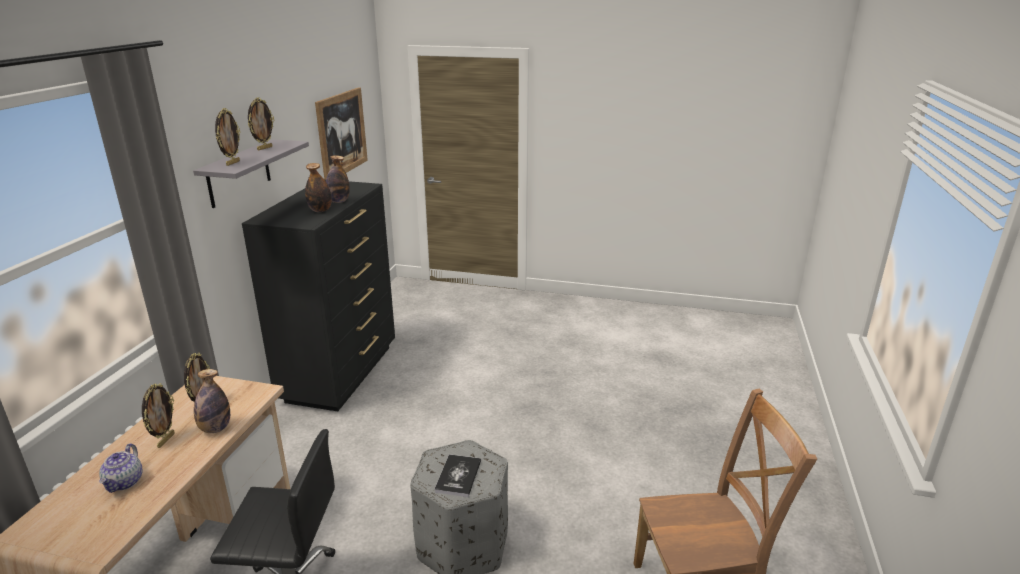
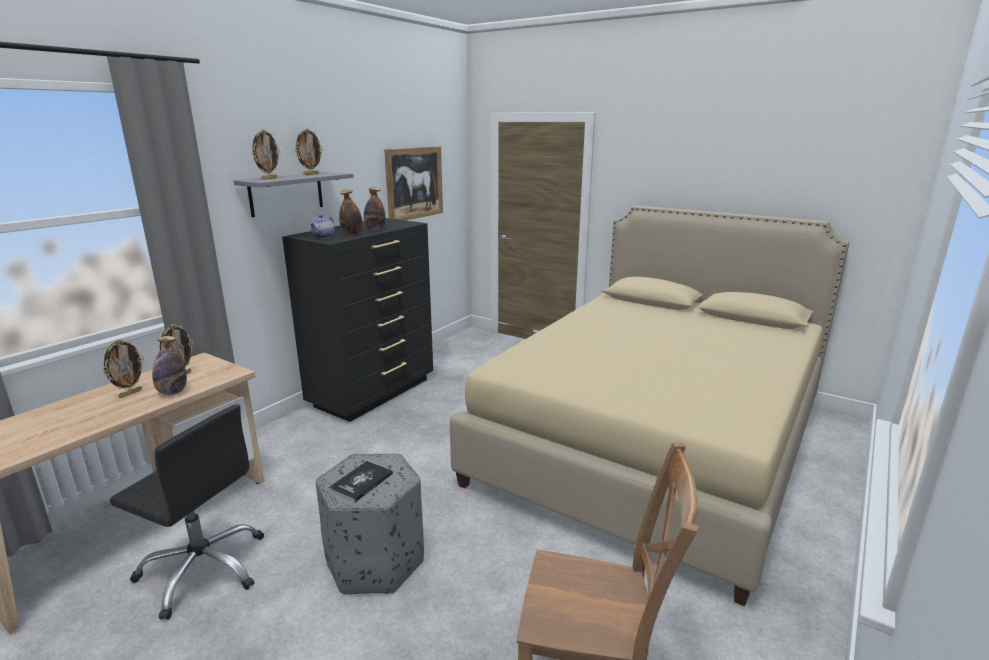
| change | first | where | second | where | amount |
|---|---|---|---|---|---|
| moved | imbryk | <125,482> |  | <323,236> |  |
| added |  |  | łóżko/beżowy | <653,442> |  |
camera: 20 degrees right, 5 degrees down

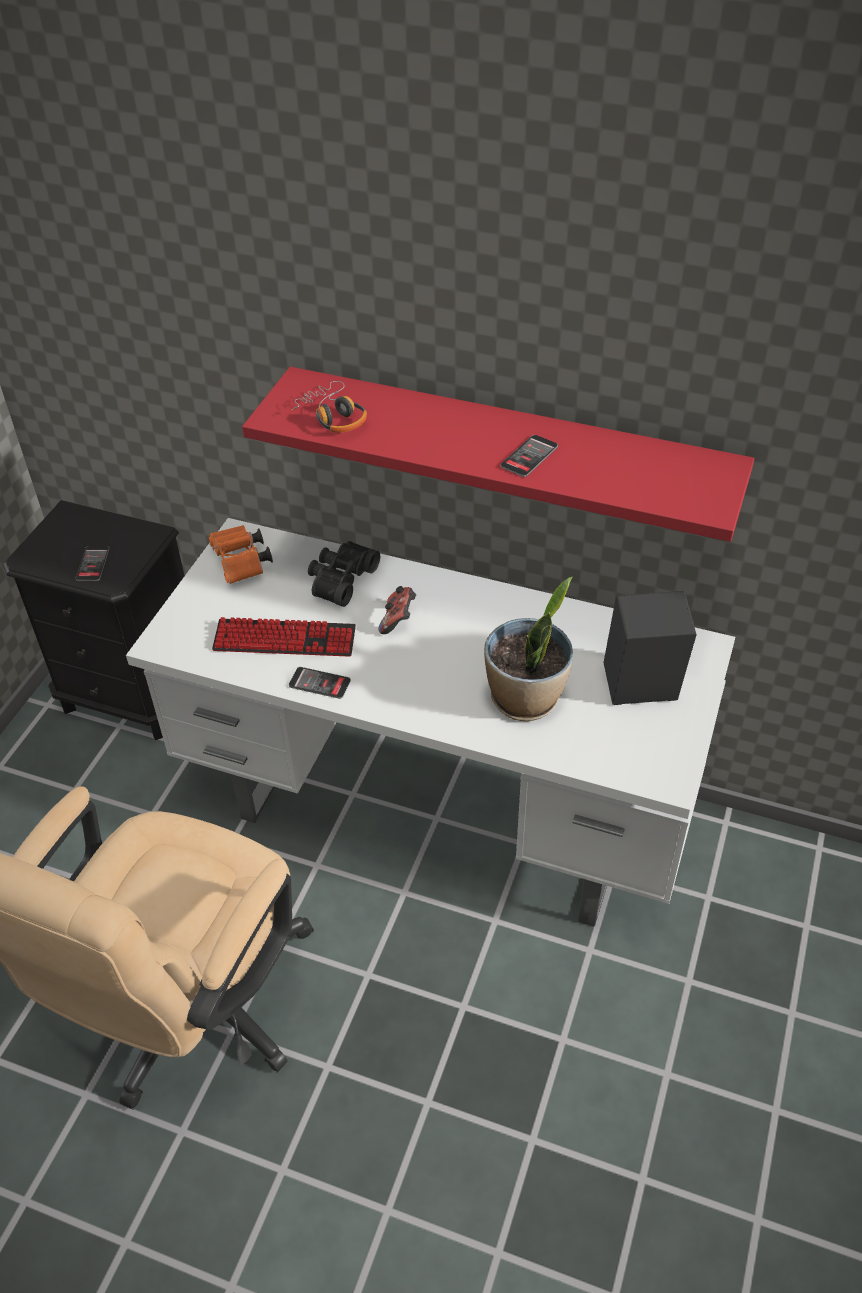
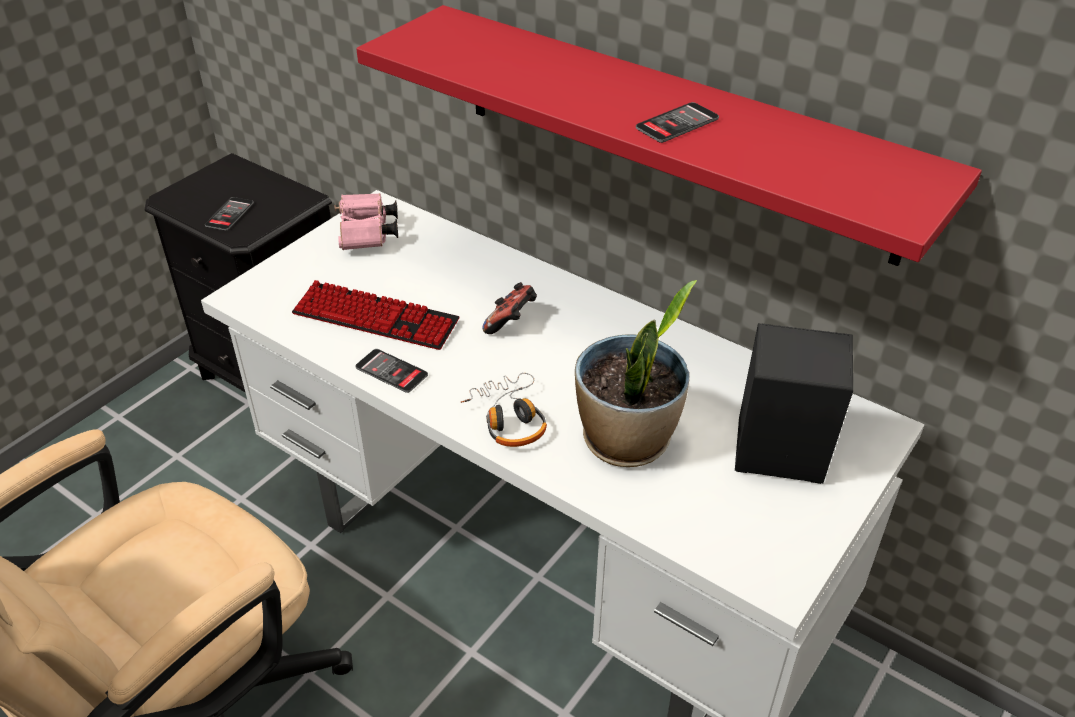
| change | first | where | second | where | amount |
|---|---|---|---|---|---|
| recoloured | lornetka/pomarańczowy | <241,564> | lornetka/różowy | <367,235> |  |
| moved | słuchawki | <333,416> |  | <509,419> |  |
| removed | lornetka/czarny | <340,579> |  |  |  |
camera: 15 degrees right, 5 degrees down

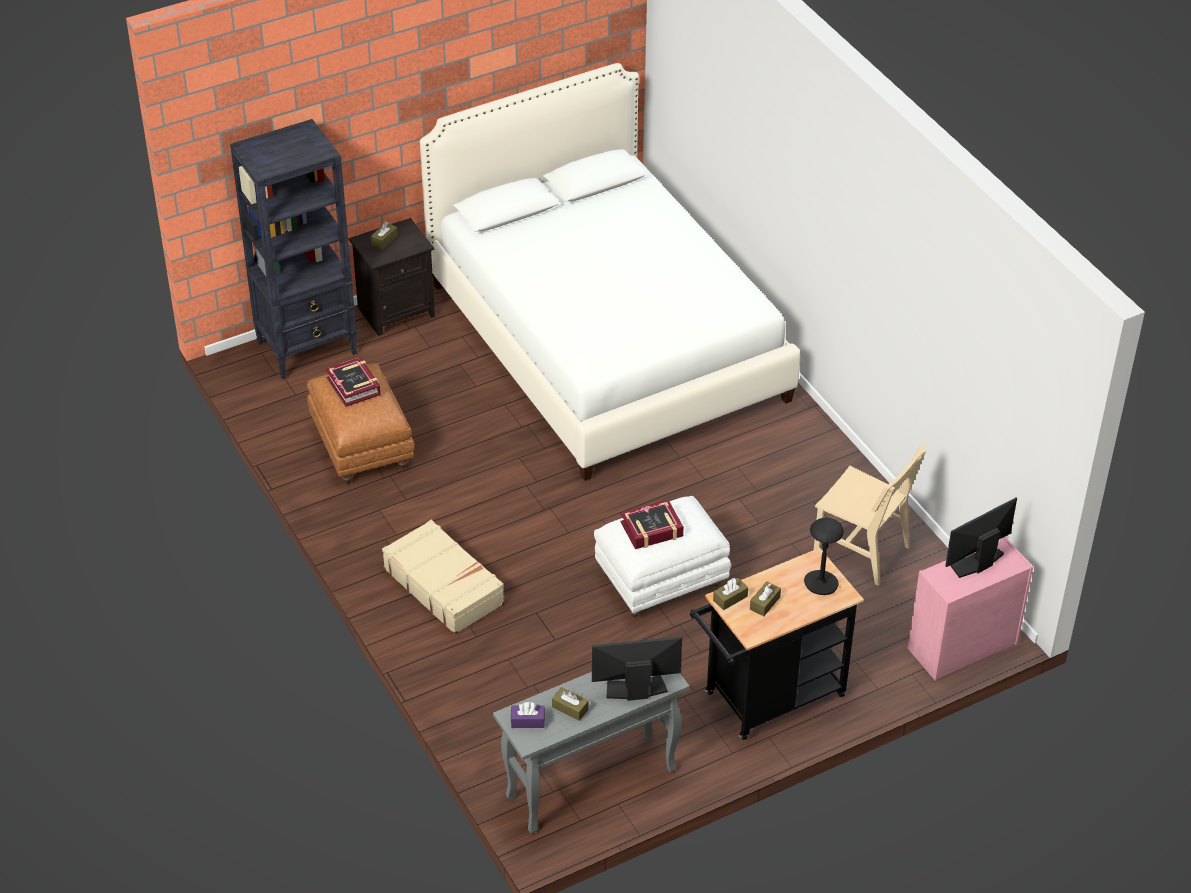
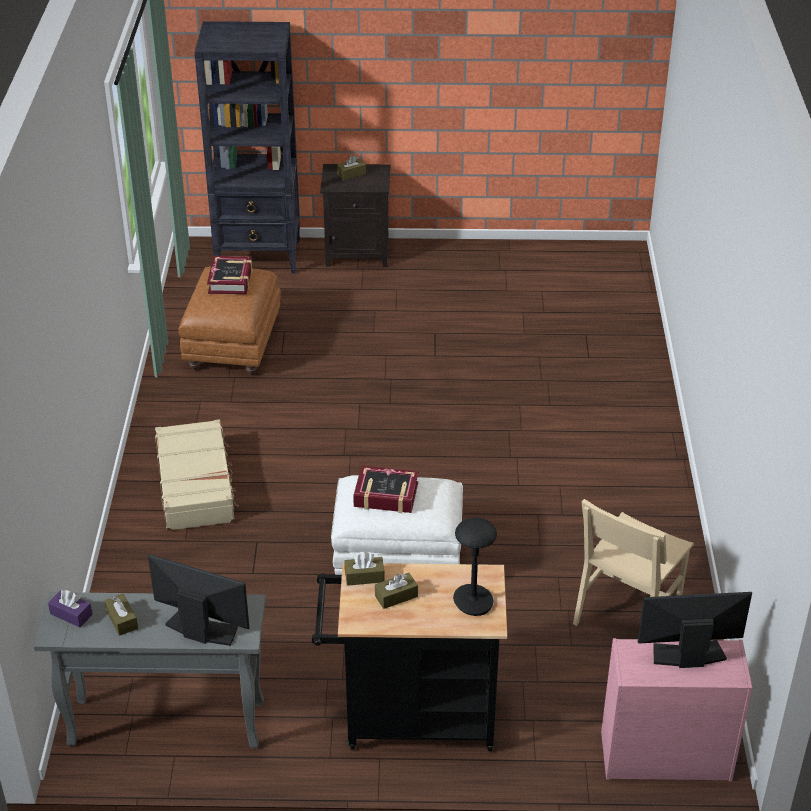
| change | first | where | second | where | amount |
|---|---|---|---|---|---|
| removed | łóżko/biały | <607,340> |  |  |  |
| turned | krzesło/beżowy | <861,550> |  | <627,613> | 60 degrees clockwise |
camera: 30 degrees right, 5 degrees down

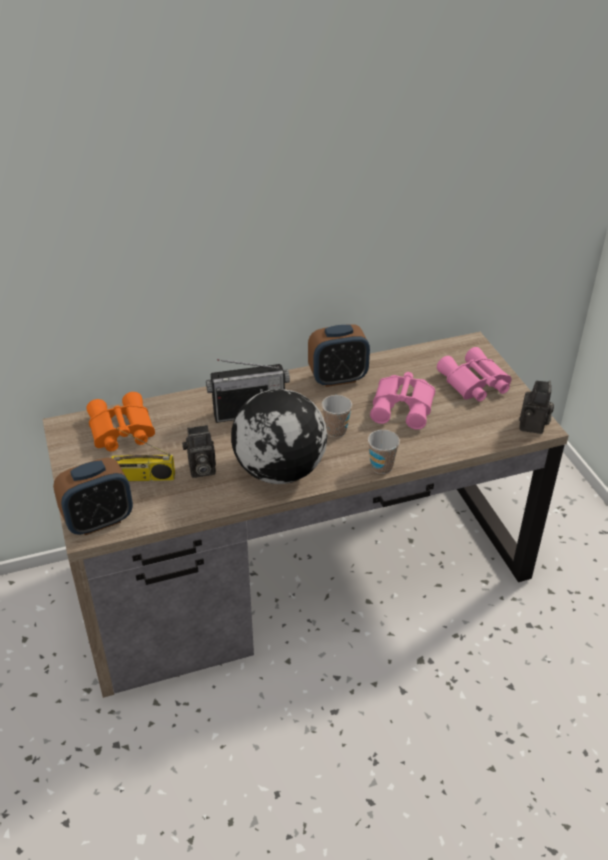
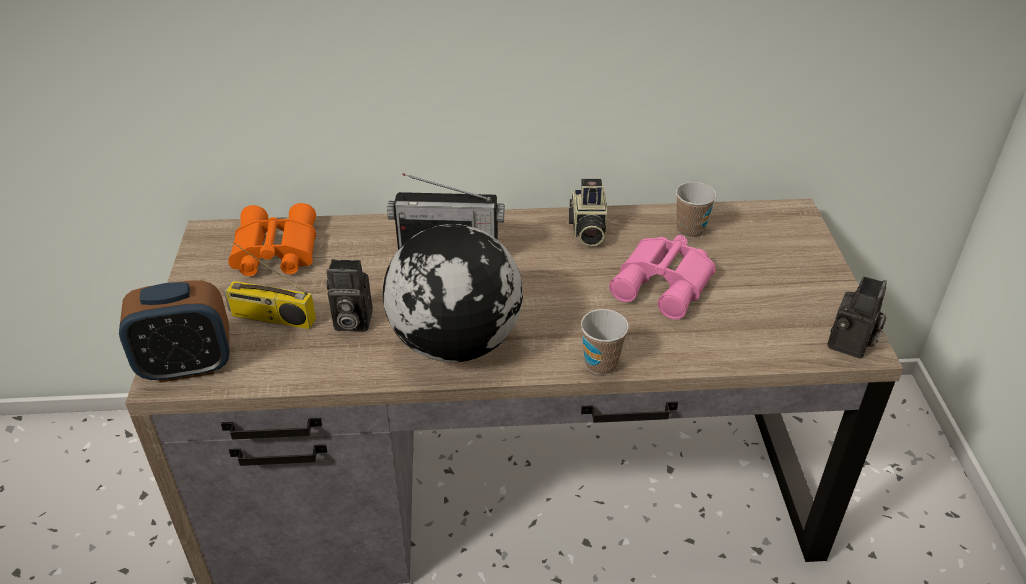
| change | first | where | second | where | amount |
|---|---|---|---|---|---|
| replaced | budzik | <338,378> | aparat fotograficzny | <587,230> |  |
| moved | filiżanka | <336,431> |  | <690,230> |  |
| removed | lornetka/różowy | <473,383> |  |  |  |
camera: 15 degrees right, 0 degrees up

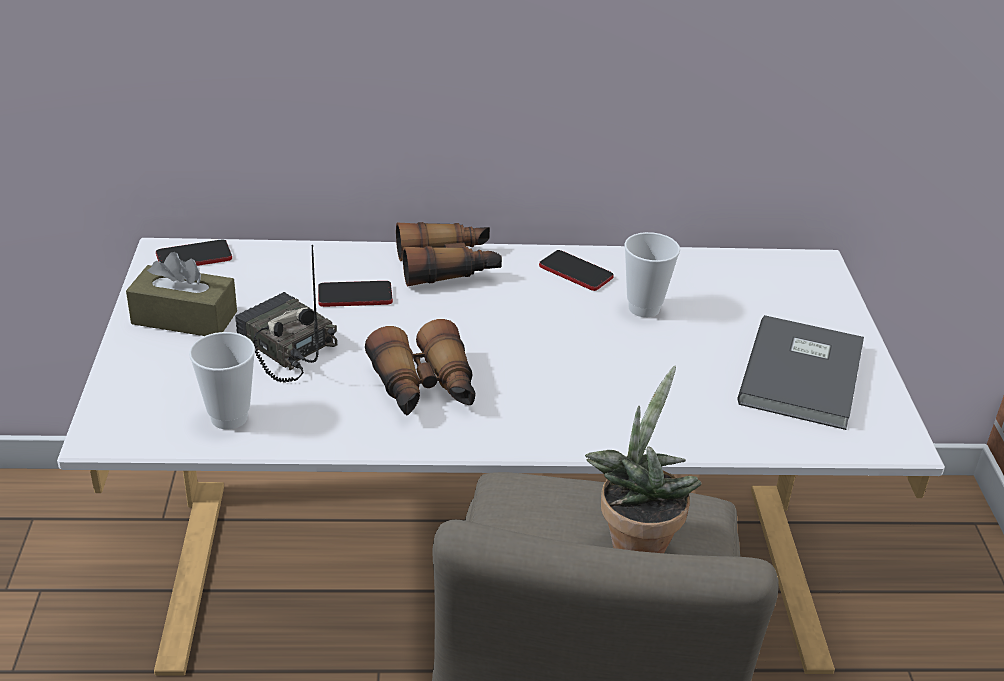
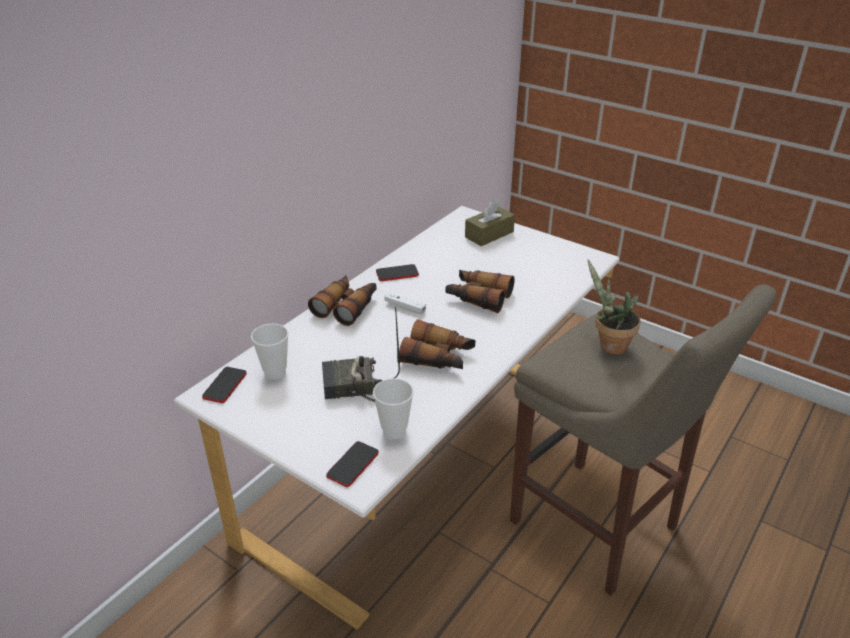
| change | first | where | second | where | amount |
|---|---|---|---|---|---|
| moved | pudełko chusteczek/brązowy | <184,318> |  | <489,234> |  |
| moved | telefon | <355,295> |  | <353,465> |  |
| moved | filiżanka | <644,308> |  | <275,372> |  |
| removed | książka/szary | <805,375> |  |  |  |
| added |  |  | pad do gier/biały | <405,307> |  |
| added |  |  | lornetka | <478,297> |  |
camera: 50 degrees left, 0 degrees up

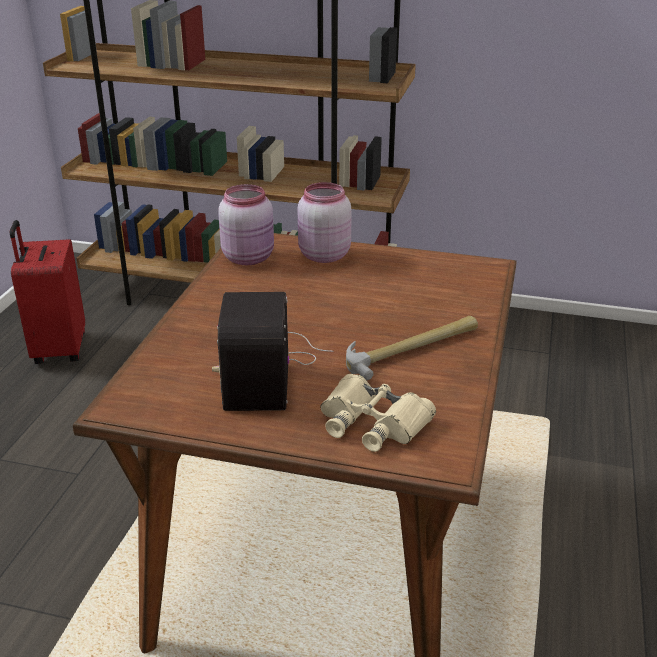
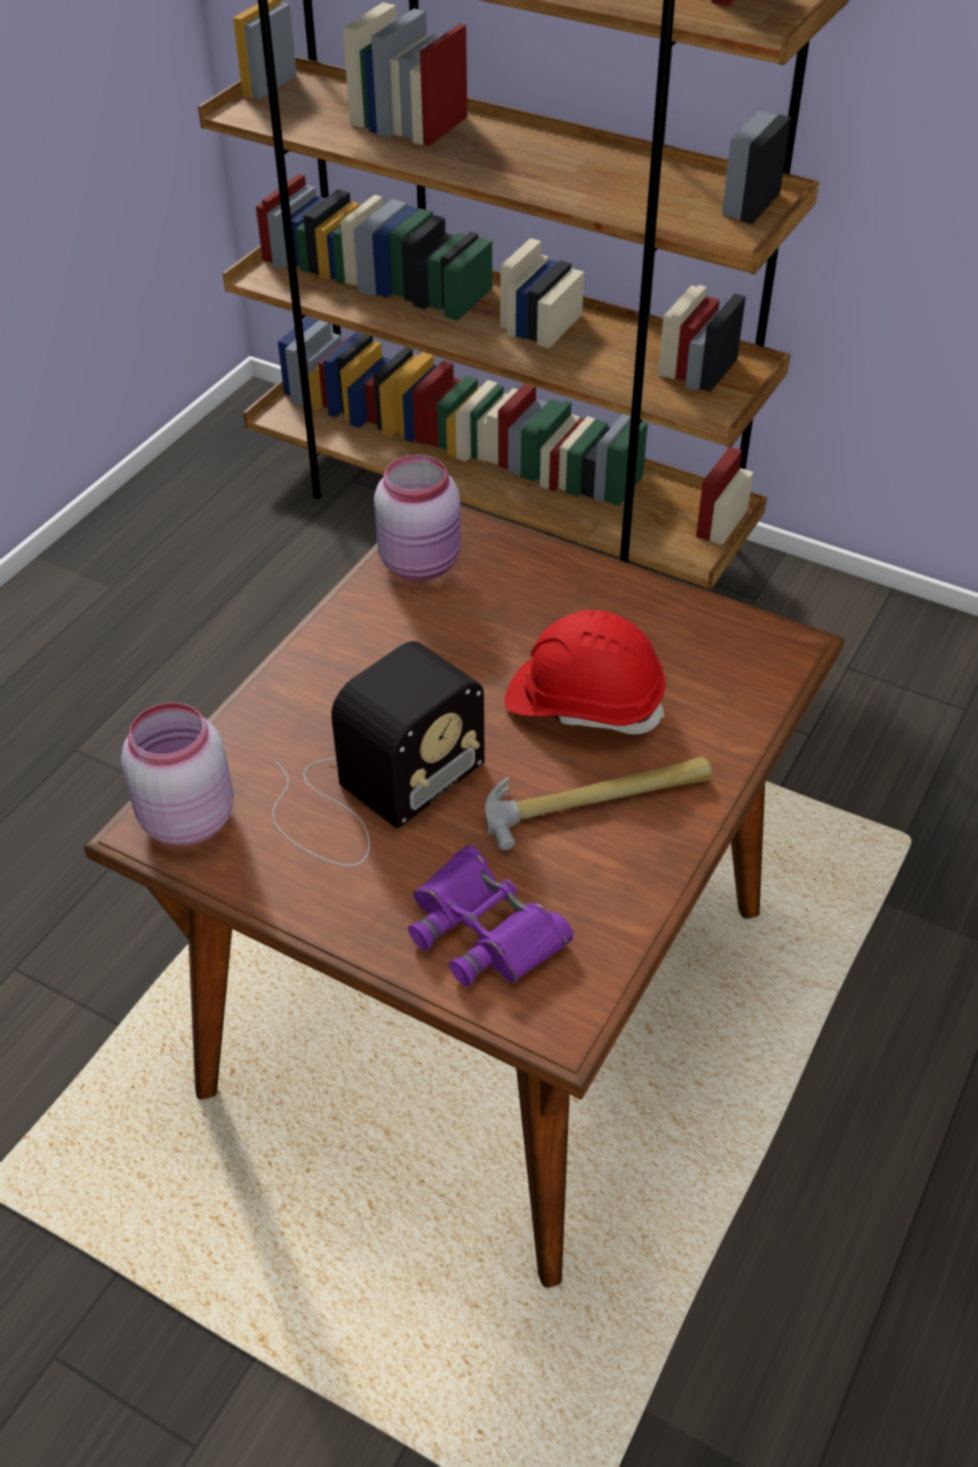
| change | first | where | second | where | amount |
|---|---|---|---|---|---|
| removed | walizka/czerwony | <58,349> |  |  |  |
| turned | radio | <266,366> |  | <371,793> | 150 degrees counterclockwise |
| moved | słoik/różowy | <322,255> |  | <185,818> |  |
| recoloured | lornetka/beżowy | <373,422> | lornetka/fioletowy | <484,930> |  |
| added |  |  | kask/czerwony | <584,702> |  |
camera: 15 degrees right, 15 degrees up

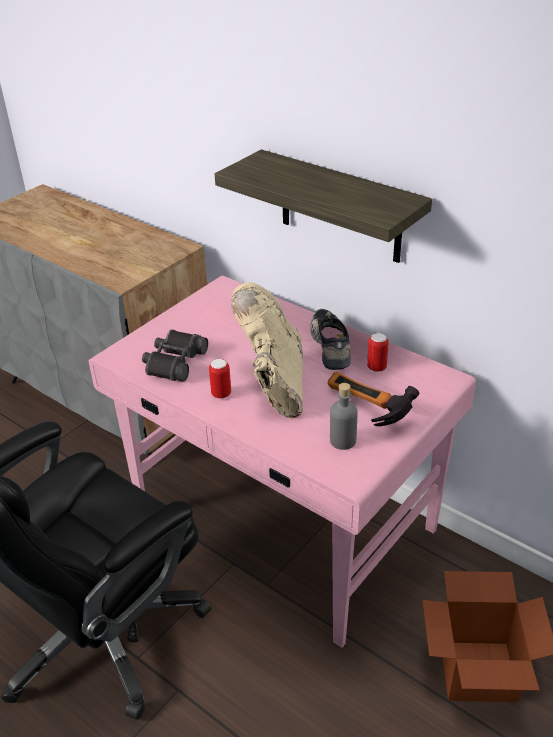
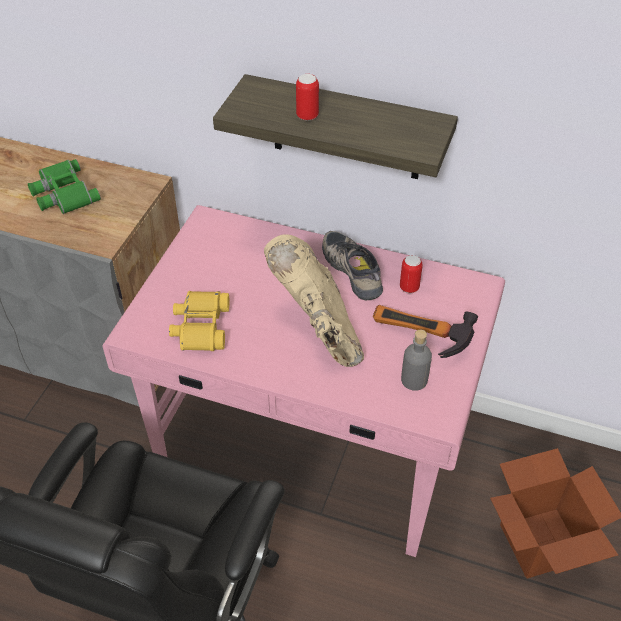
| change | first | where | second | where | amount |
|---|---|---|---|---|---|
| recoloured | lornetka/czarny | <174,362> | lornetka/żółty | <200,327> |  |
| moved | puszka | <221,394> |  | <307,116> |  |
| added |  |  | lornetka/zielony | <62,193> |  |
camera: 20 degrees left, 10 degrees up

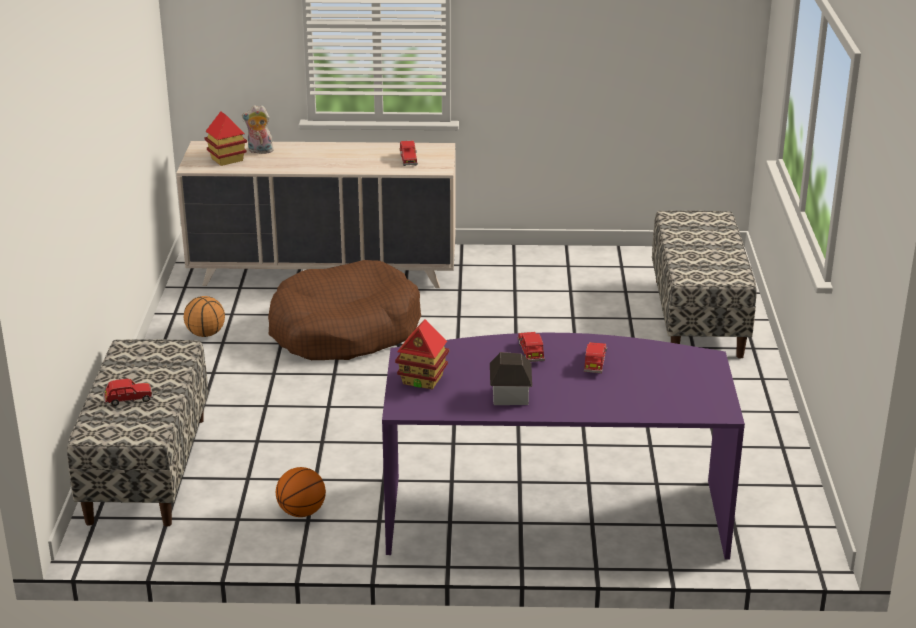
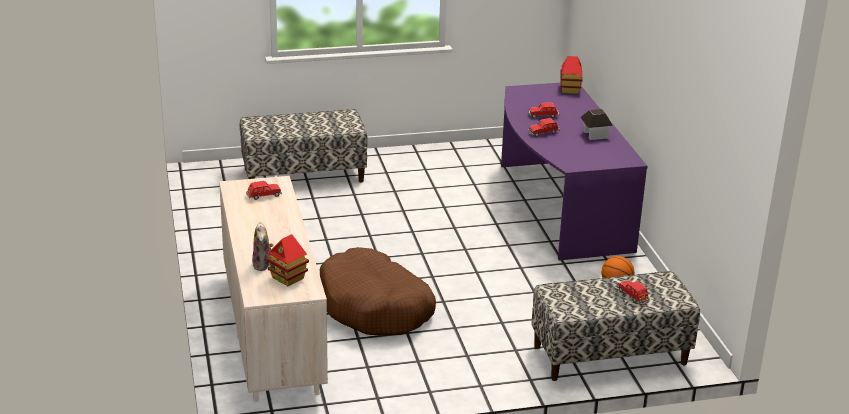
| change | first | where | second | where | amount |
|---|---|---|---|---|---|
| removed | piłka do koszykówki | <206,334> |  |  |  |
| moved | domek | <422,379> |  | <570,89> |  |
camera: 105 degrees left, 0 degrees up

